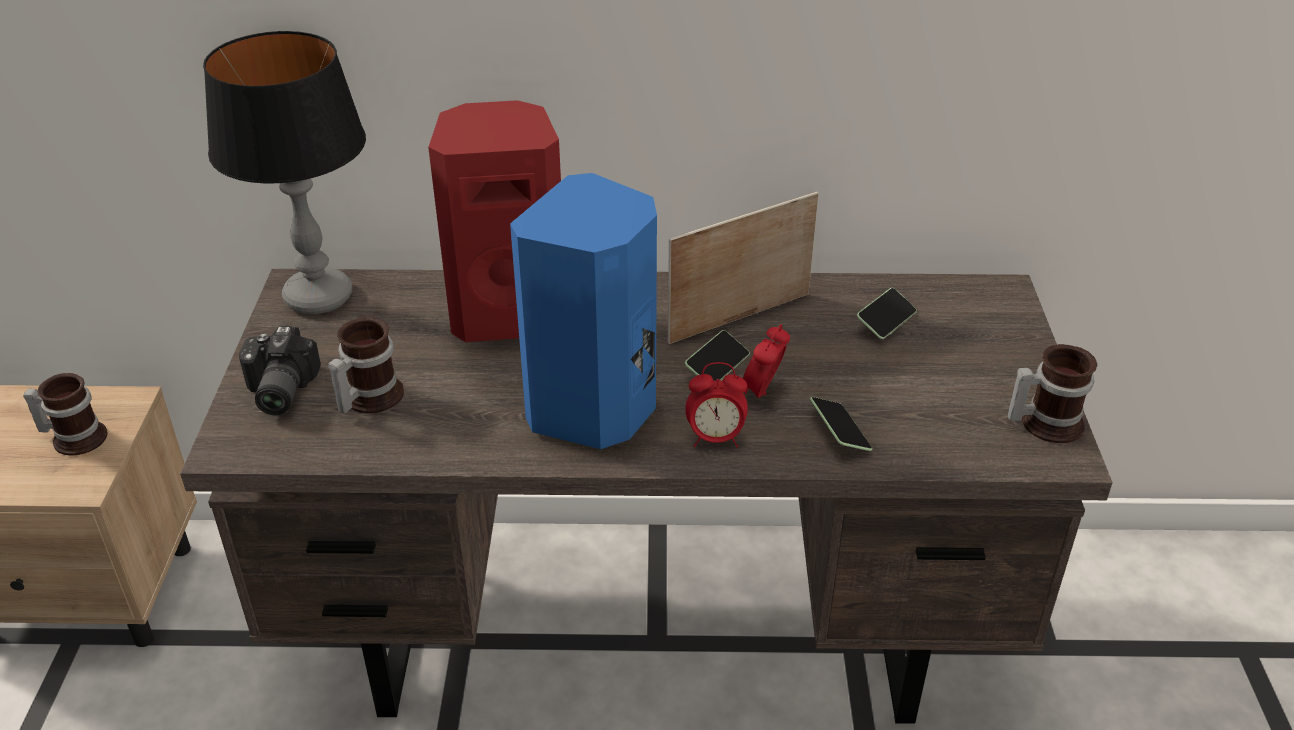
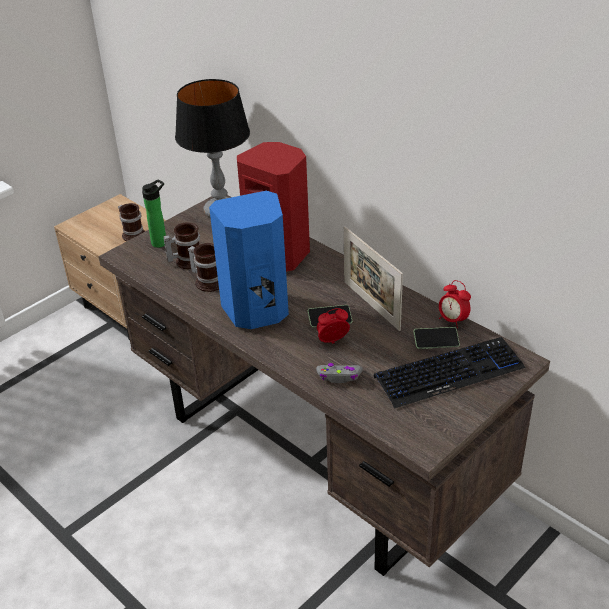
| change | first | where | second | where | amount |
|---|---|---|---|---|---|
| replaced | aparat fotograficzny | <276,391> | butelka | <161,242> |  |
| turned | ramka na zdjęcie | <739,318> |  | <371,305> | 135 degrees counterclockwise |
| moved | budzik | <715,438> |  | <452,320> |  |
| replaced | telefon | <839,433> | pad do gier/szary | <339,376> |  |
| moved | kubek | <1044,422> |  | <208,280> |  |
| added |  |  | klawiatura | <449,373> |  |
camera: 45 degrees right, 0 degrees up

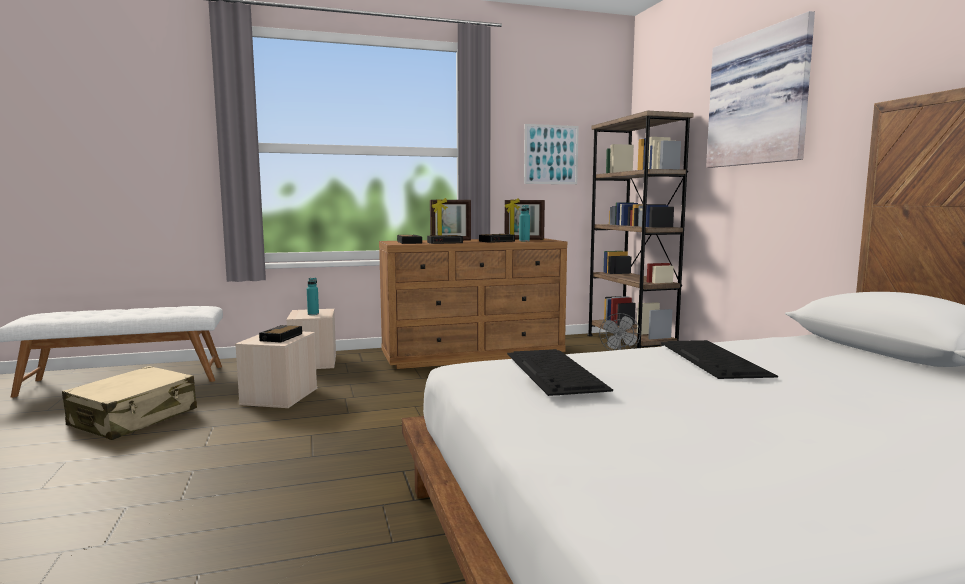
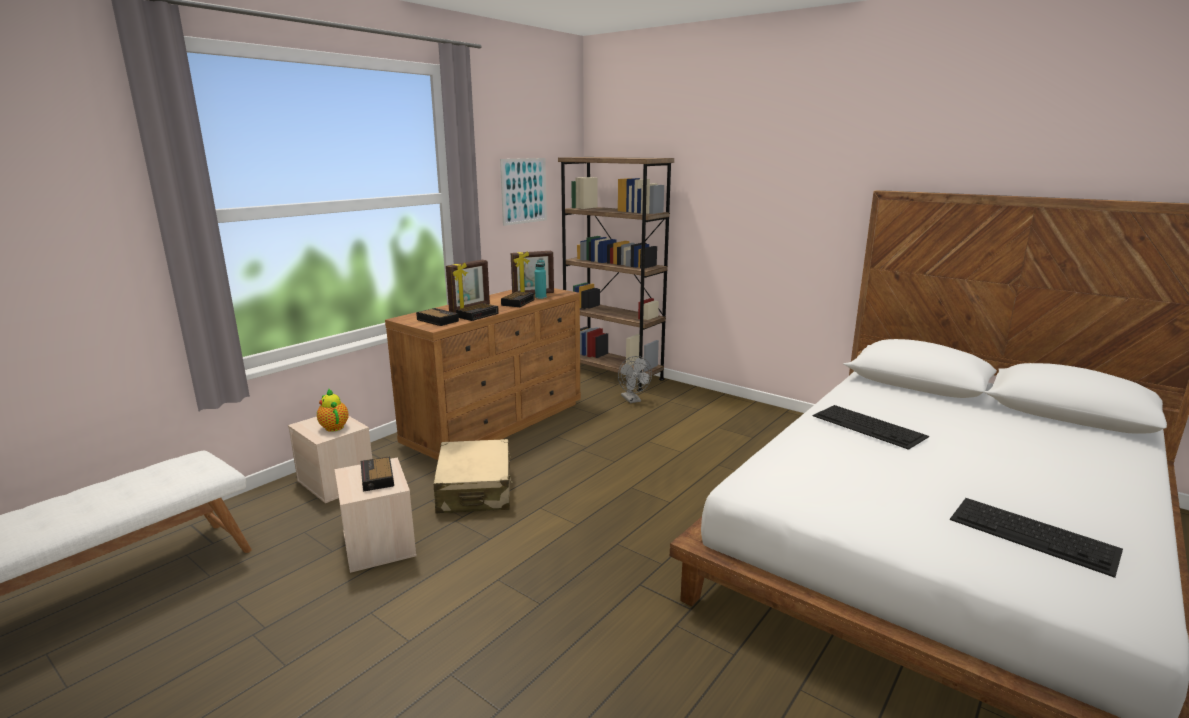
| change | first | where | second | where | amount |
|---|---|---|---|---|---|
| moved | walizka/beżowy | <134,418> |  | <475,490> |  |
| replaced | butelka/turkusowy | <313,314> | imbryk | <334,426> |  |
| moved | klawiatura | <555,371> |  | <1034,534> |  |
| removed | obraz | <760,99> |  |  |  |
camera: 35 degrees left, 10 degrees up

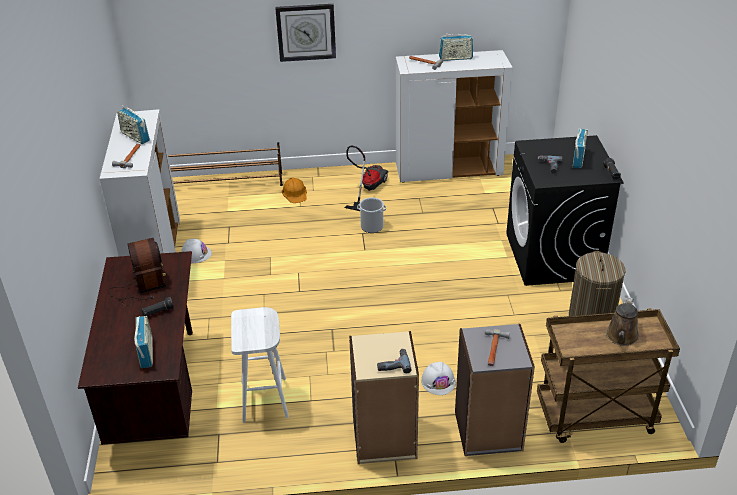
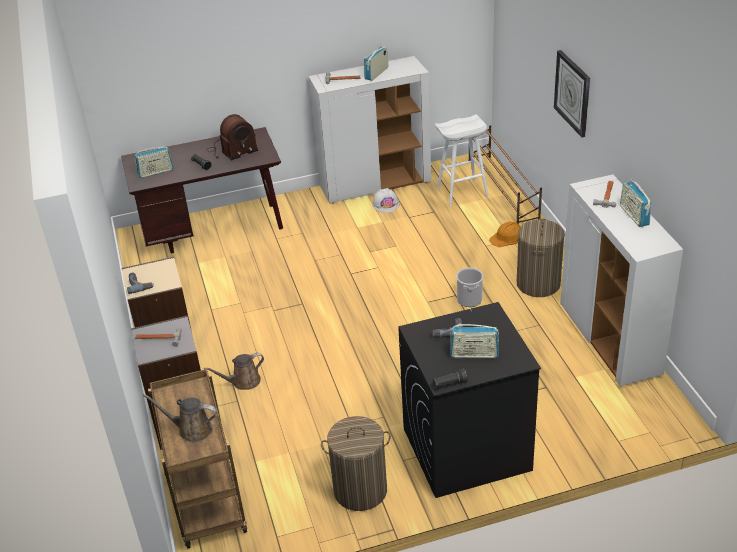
| change | first | where | second | where | amount |
|---|---|---|---|---|---|
| moved | stołek/biały | <265,400> |  | <461,193> |  |
| replaced | odkurzacz | <367,189> | kosz na pranie | <538,284> |  |
| replaced | kask/biały | <438,381> | konewka/brązowy | <243,382> |  |
camera: 80 degrees right, 0 degrees up

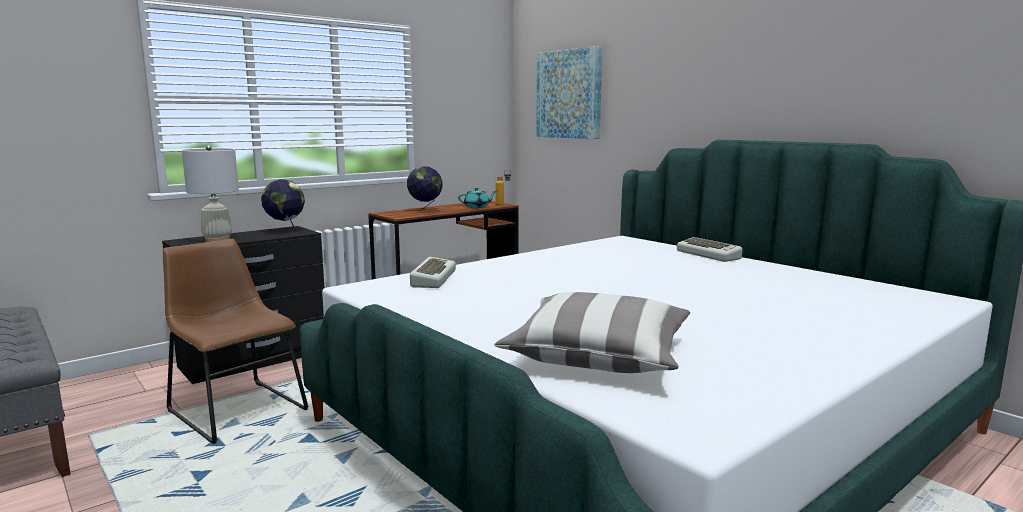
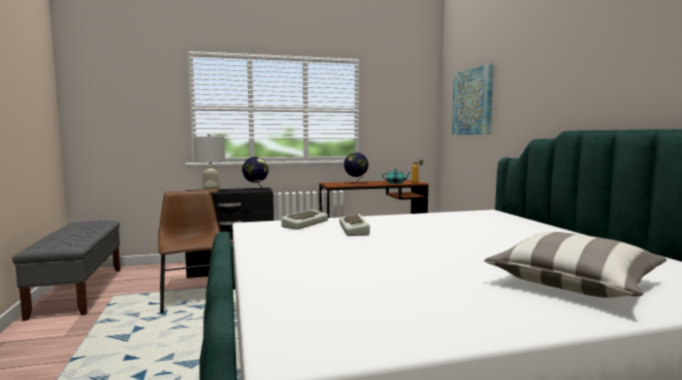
| change | first | where | second | where | amount |
|---|---|---|---|---|---|
| moved | poduszka | <598,357> |  | <573,284> |  |
| moved | klawiatura | <709,255> |  | <355,230> |  |
camera: 25 degrees right, 5 degrees down

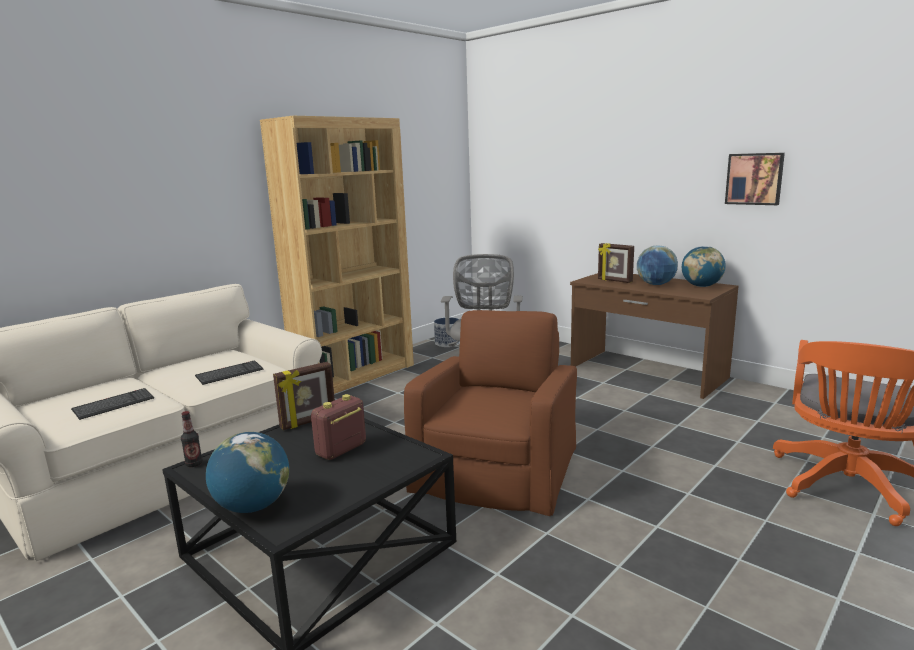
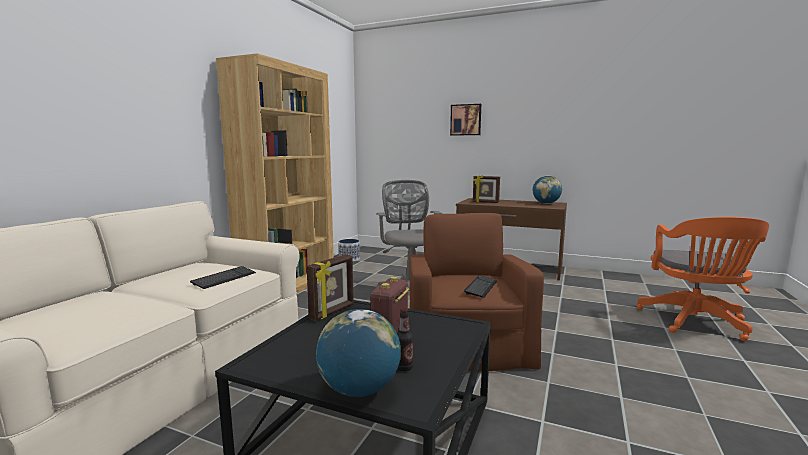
| change | first | where | second | where | amount |
|---|---|---|---|---|---|
| moved | klawiatura | <114,405> |  | <481,287> |  |
| moved | butelka | <194,464> |  | <404,368> |  |
| removed | globus | <656,284> |  |  |  |
| moved | obraz | <754,179> |  | <466,120> |  |
camera: 20 degrees left, 5 degrees down

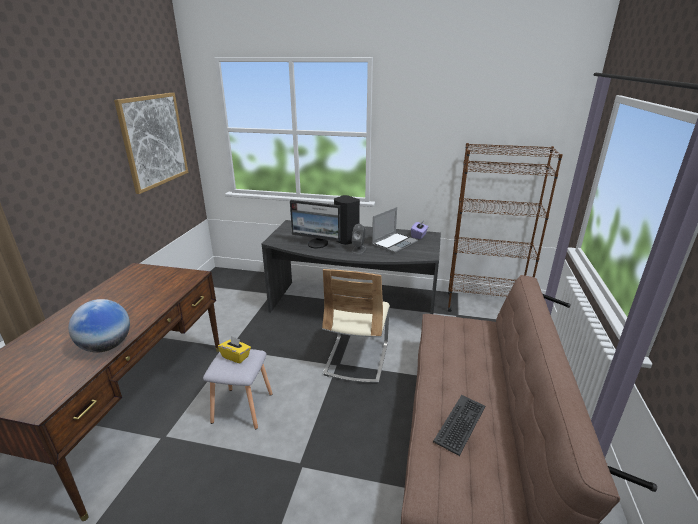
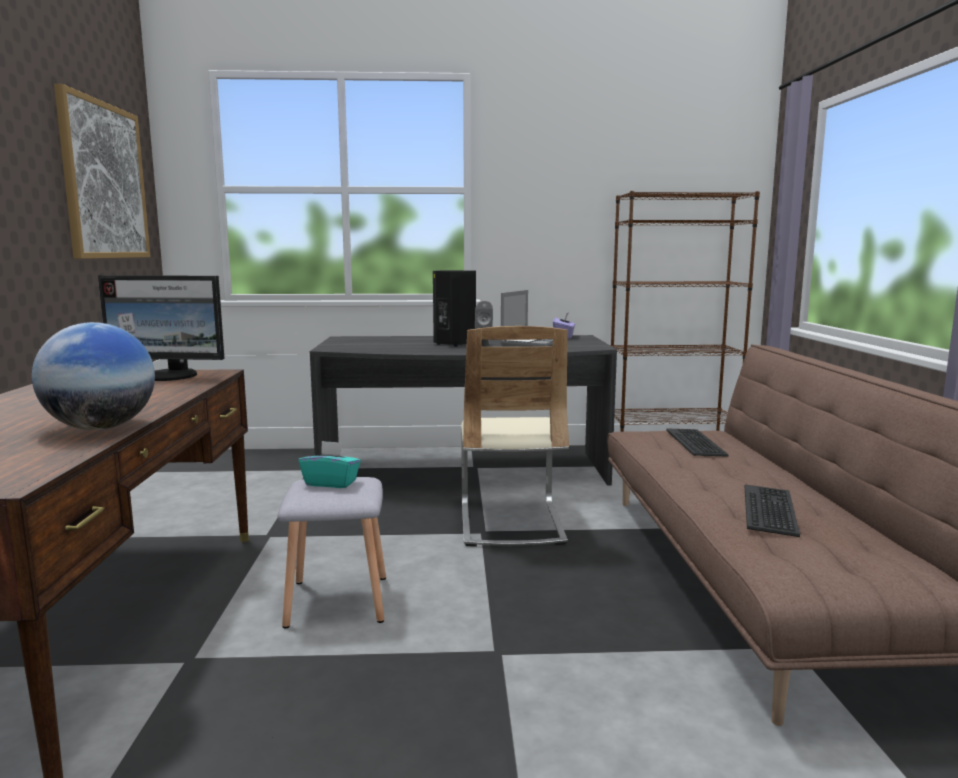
| change | first | where | second | where | amount |
|---|---|---|---|---|---|
| recoloured | pudełko chusteczek/żółty | <236,356> | pudełko chusteczek/turkusowy | <331,483> |  |
| moved | monitor | <318,244> |  | <171,376> |  |
| added |  |  | klawiatura | <696,443> |  |
camera: 15 degrees left, 15 degrees down

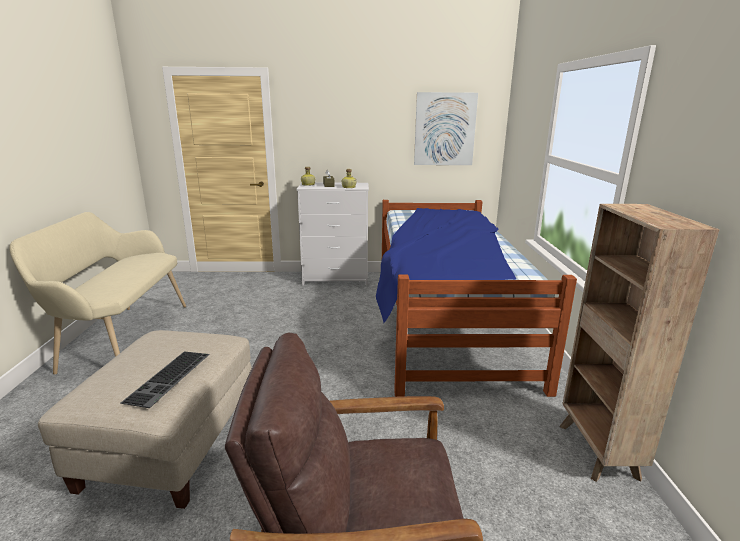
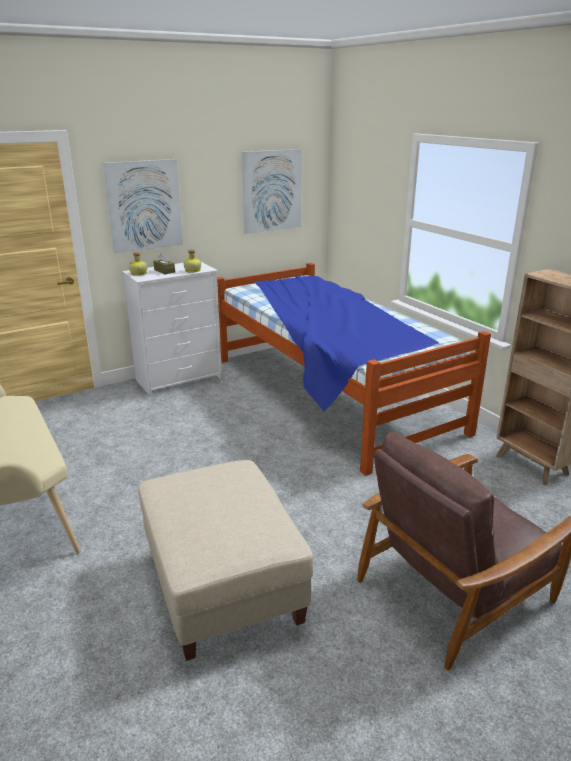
| change | first | where | second | where | amount |
|---|---|---|---|---|---|
| removed | klawiatura | <170,378> |  |  |  |
| added |  |  | obraz | <144,205> |  |
camera: 30 degrees left, 5 degrees up

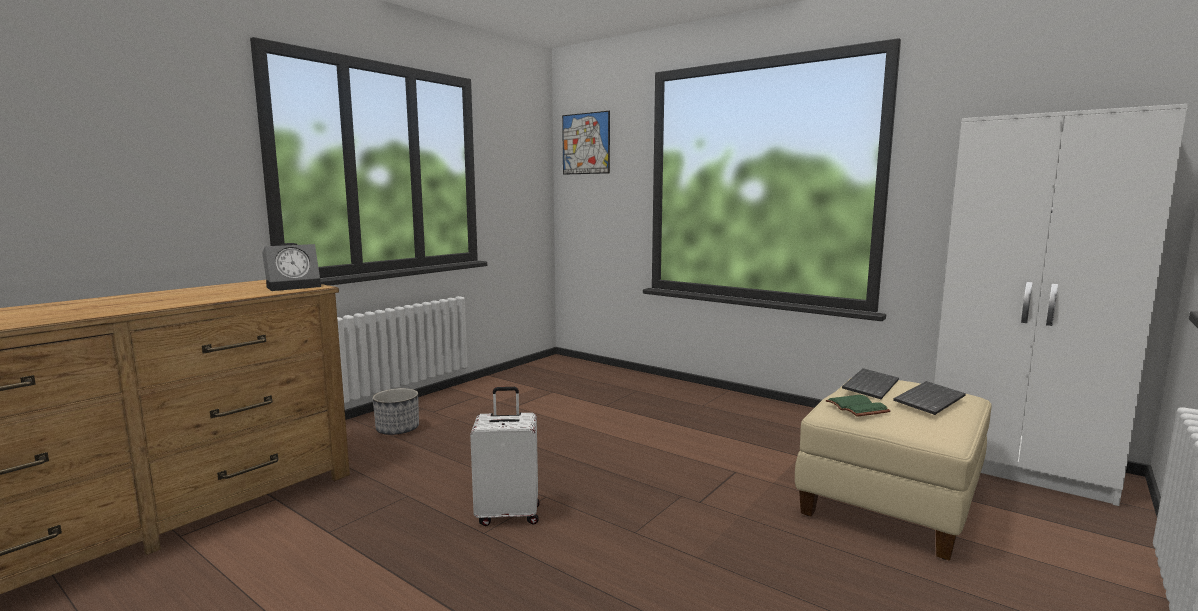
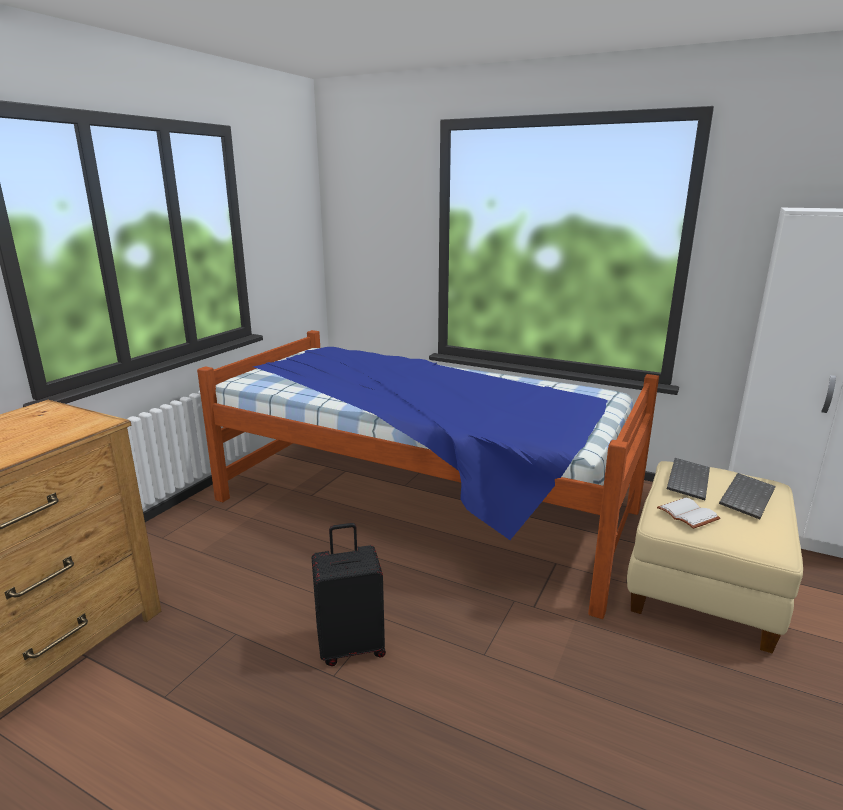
| change | first | where | second | where | amount |
|---|---|---|---|---|---|
| removed | budzik | <295,286> |  |  |  |
| removed | donica | <398,429> |  |  |  |
| recoloured | walizka/biały | <508,514> | walizka/czarny | <351,646> |  |
| removed | obraz | <586,143> |  |  |  |
| recoloured | książka/zielony | <858,408> | książka/biały | <689,514> |  |
| added |  |  | łóżko | <423,506> |  |
camera: 10 degrees left, 10 degrees up

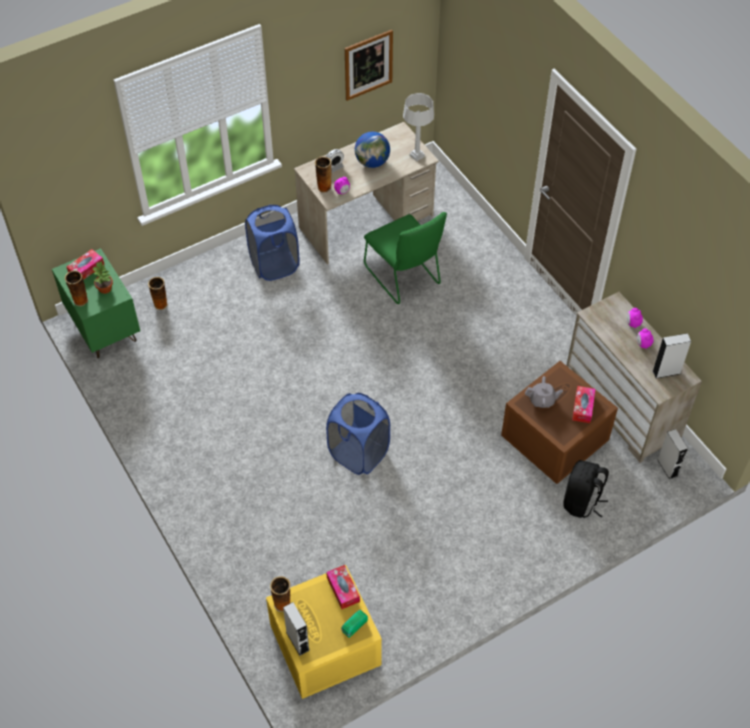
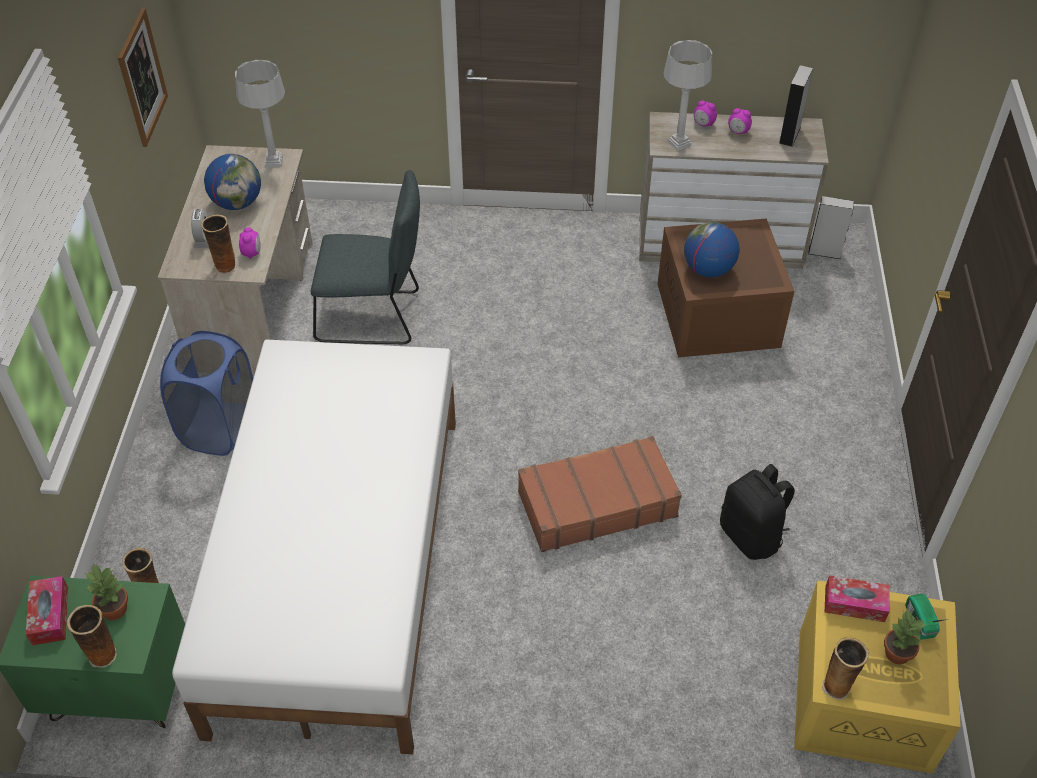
| change | first | where | second | where | amount |
|---|---|---|---|---|---|
| removed | głośnik/szary | <297,641> |  |  |  |
| replaced | kosz na pranie/niebieski | <358,453> | walizka/brązowy | <596,503> |  |
| recoloured | krzesło/zielony | <404,277> | krzesło/szary | <373,317> |  |
| replaced | imbryk/szary | <542,400> | globus | <708,269> |  |
| moved | plecak/czarny | <582,502> |  | <752,536> |  |
| removed | pudełko chusteczek | <583,407> |  |  |  |
| added |  |  | łóżko/biały | <337,568> |  |
| added |  |  | lampa stołowa/szary | <679,143> |  |
| added |  |  | roślina doniczkowa | <896,653> |  |
camera: 55 degrees left, 5 degrees down

